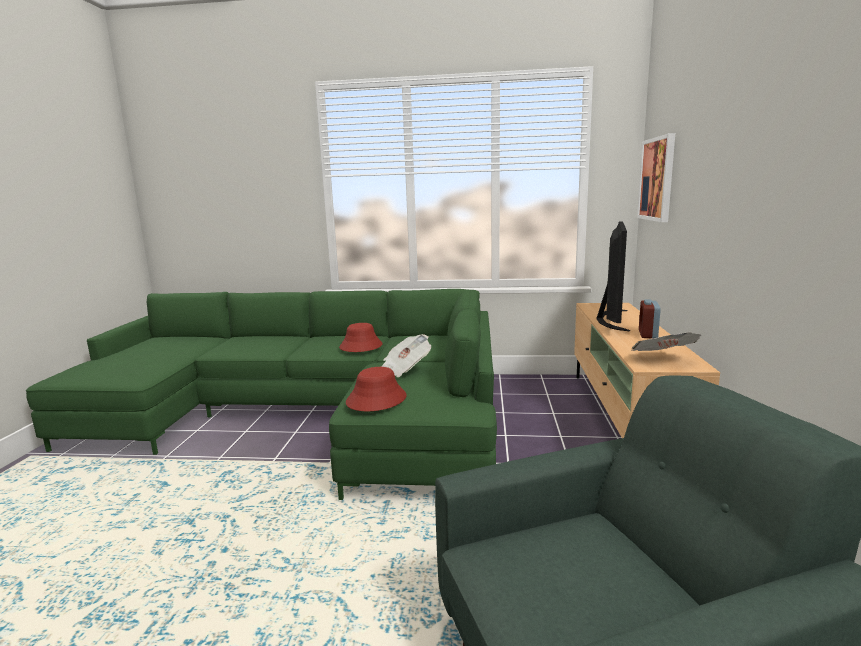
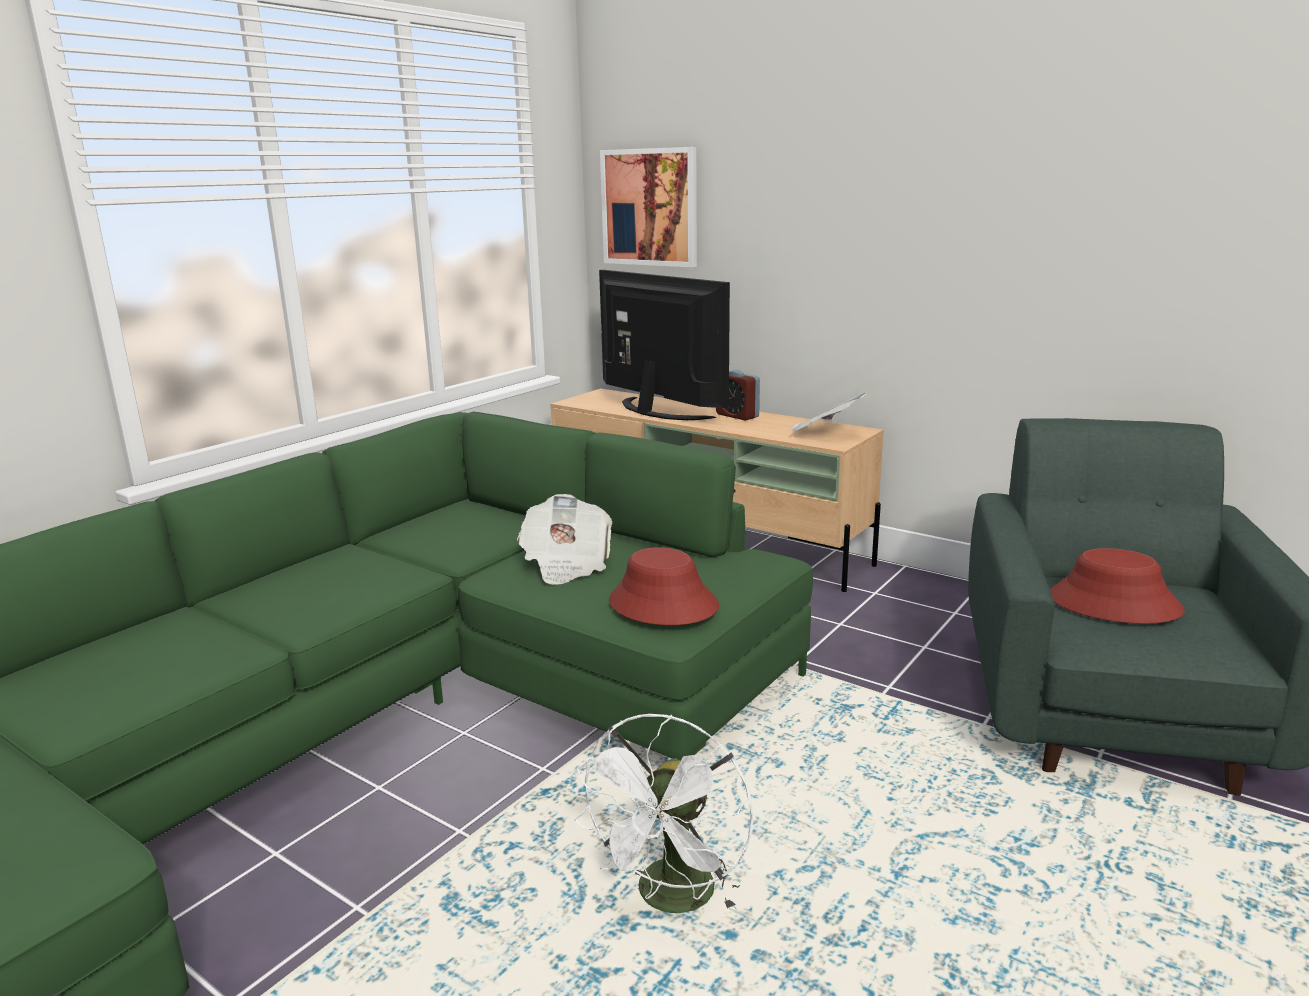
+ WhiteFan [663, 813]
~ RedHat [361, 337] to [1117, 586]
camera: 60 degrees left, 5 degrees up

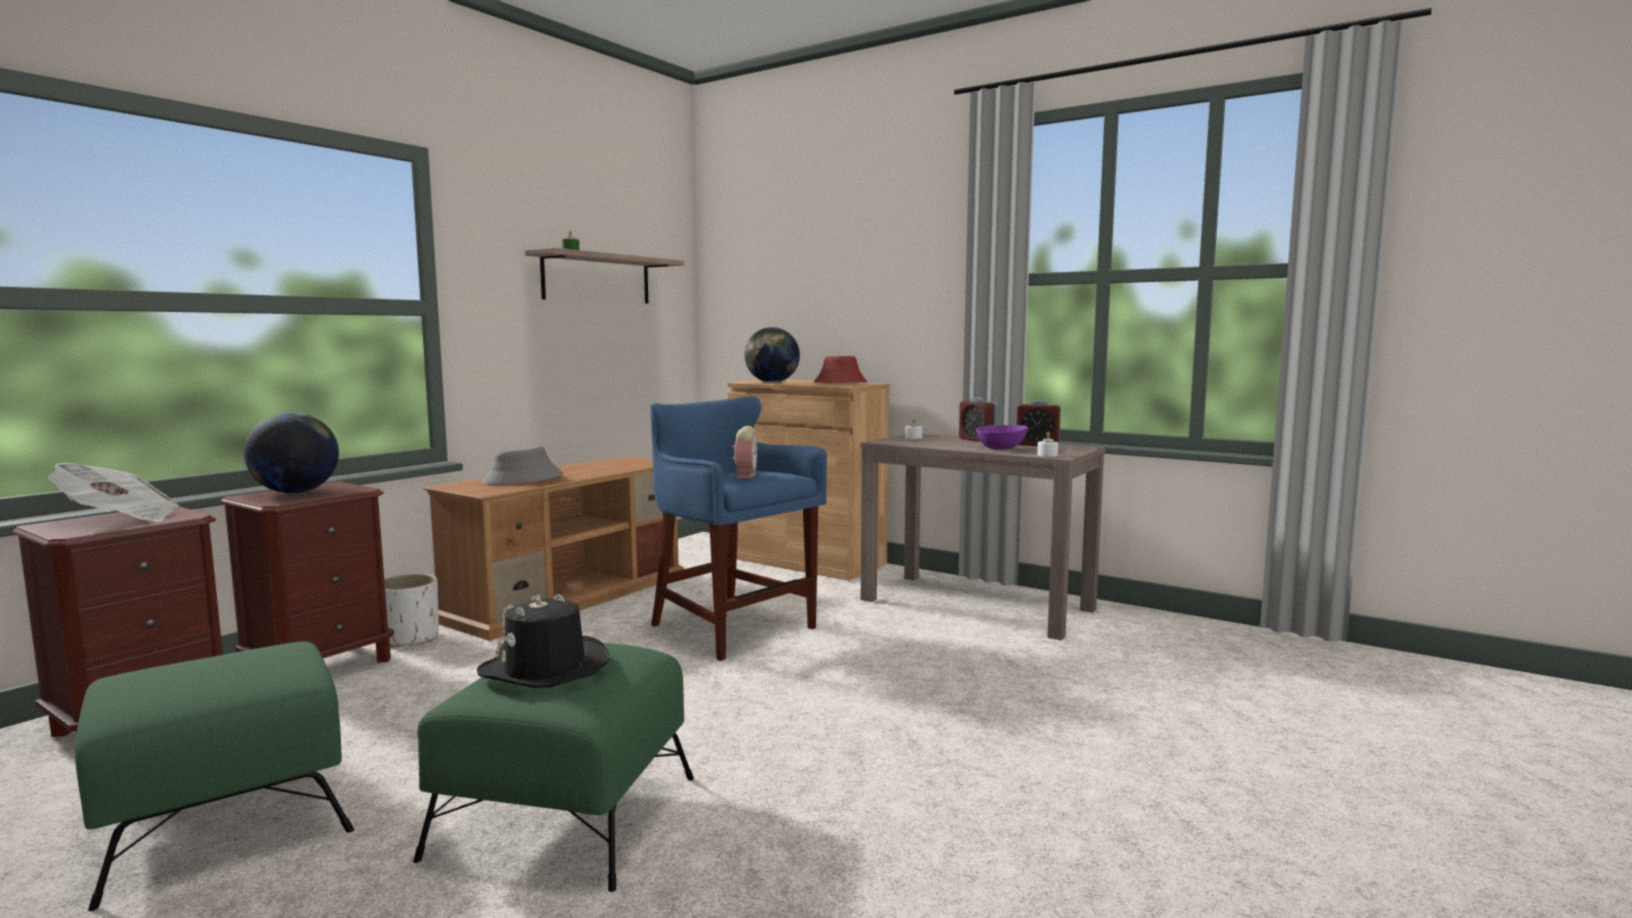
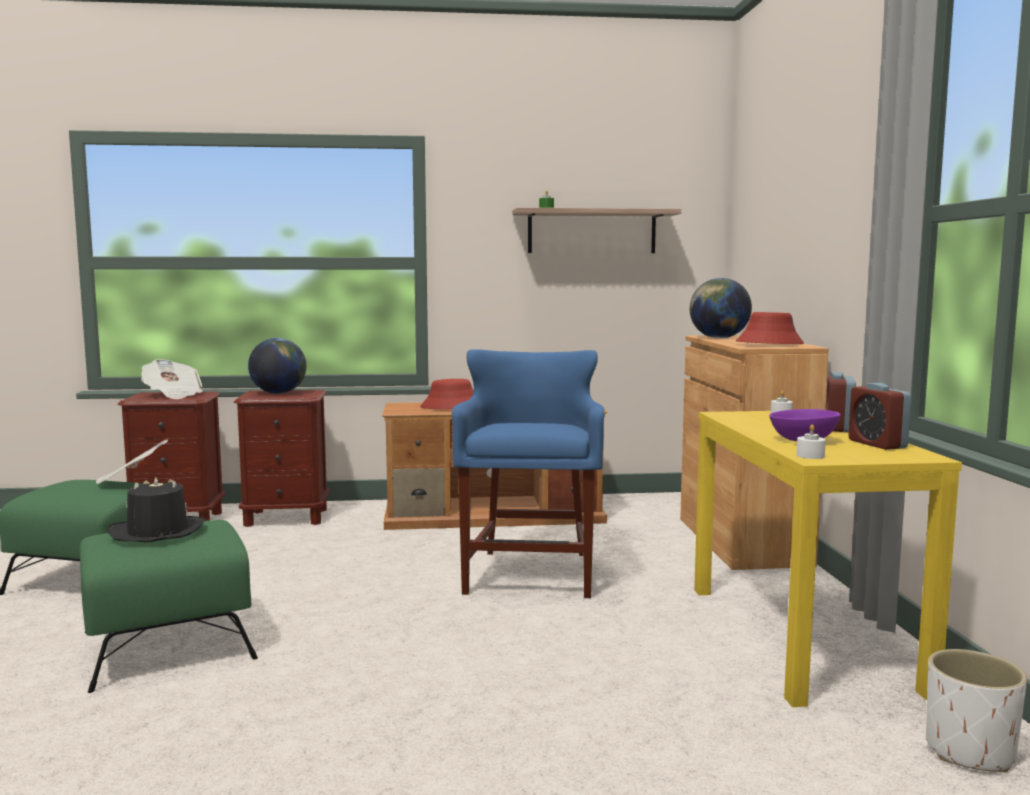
- AlarmClock [744, 452]
+ Newspaper [132, 461]
~ WhitePlanter [411, 611] to [976, 710]
~ GreyHat [522, 465] to RedHat [447, 394]
~ BrownConsoleTable [983, 537] to YellowConsoleTable [828, 559]
camera: 50 degrees right, 0 degrees up

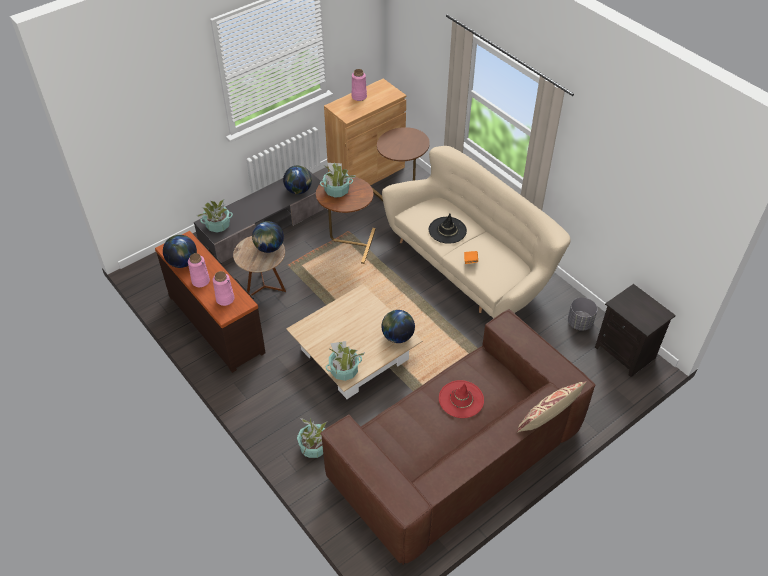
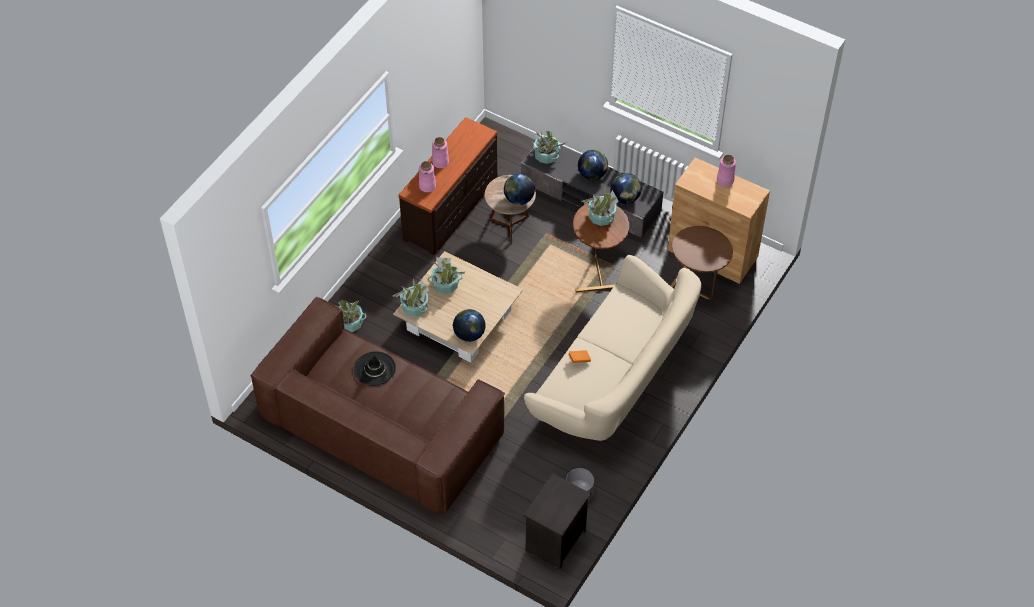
- RedHat [461, 399]
- BeigePillow [551, 407]
+ PottedPlant [447, 275]
~ Globe [180, 251] to [593, 165]
~ BlackHat [448, 228] to [375, 368]
camera: 70 degrees right, 5 degrees up

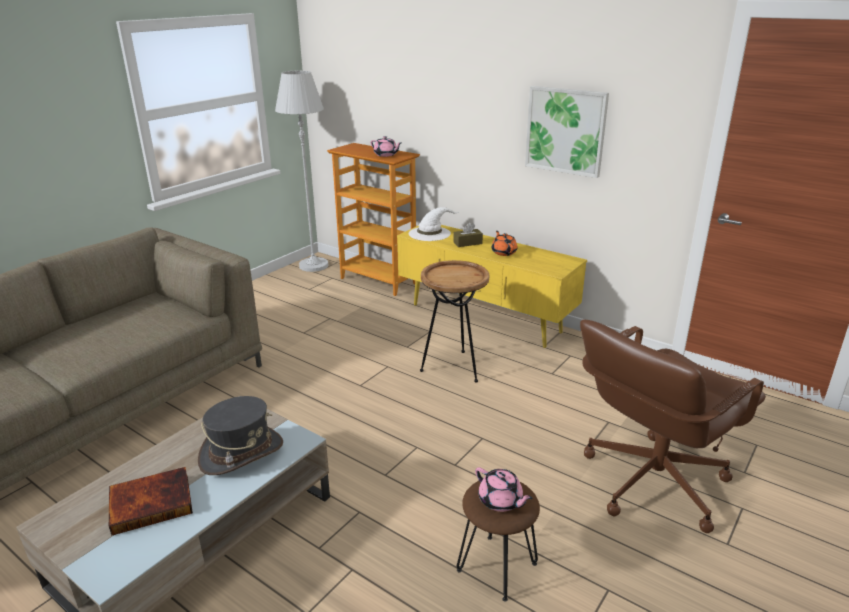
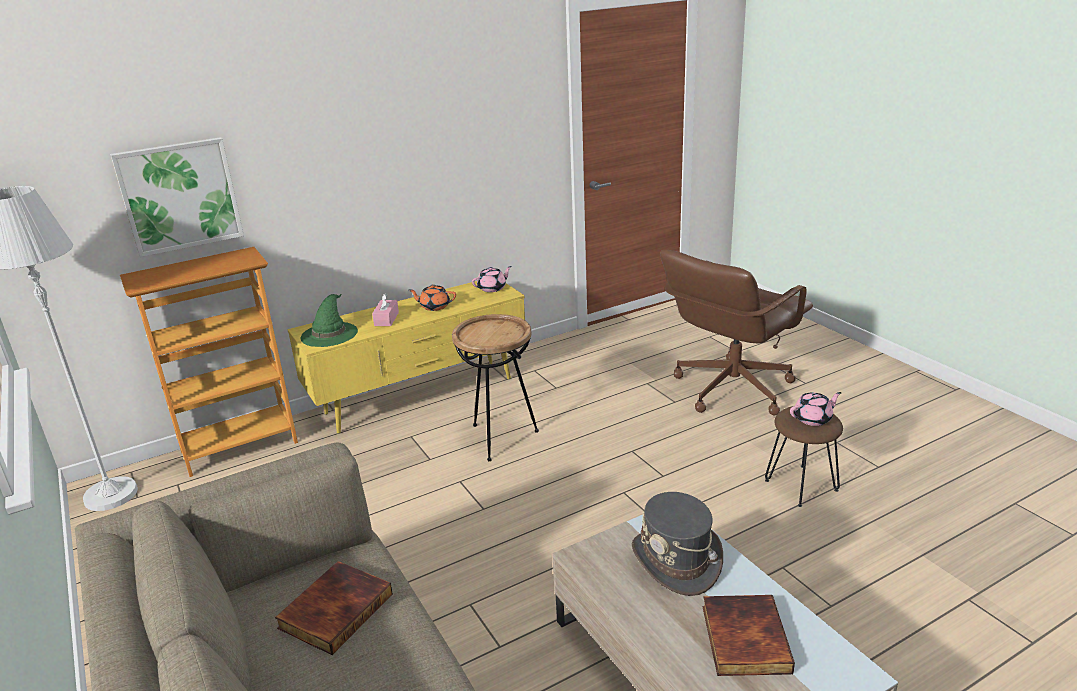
+ Book [334, 608]
~ PinkTeapot [386, 146] to [492, 279]
~ Picture [567, 132] to [177, 197]
~ WhiteHat [434, 224] to GreenHat [329, 320]
~ BrownTissueBox [468, 234] to PinkTissueBox [385, 310]
~ BrownOfficeChair [673, 426] = [736, 333] 60 degrees clockwise
camera: 65 degrees left, 0 degrees up

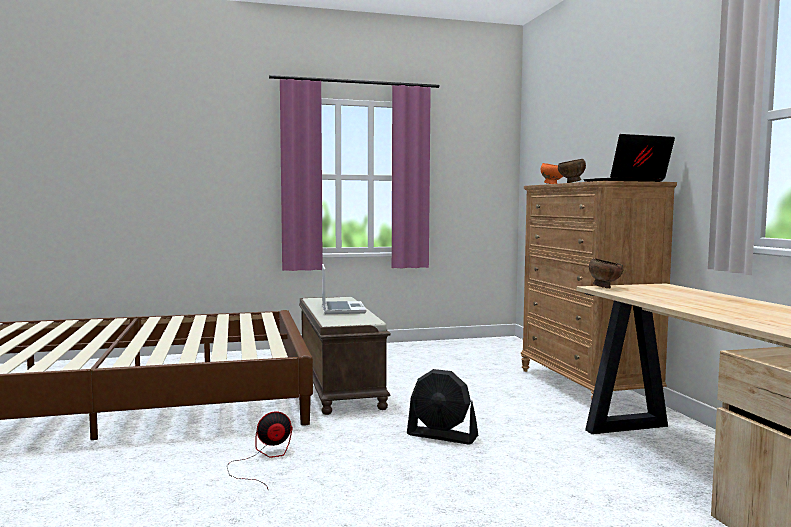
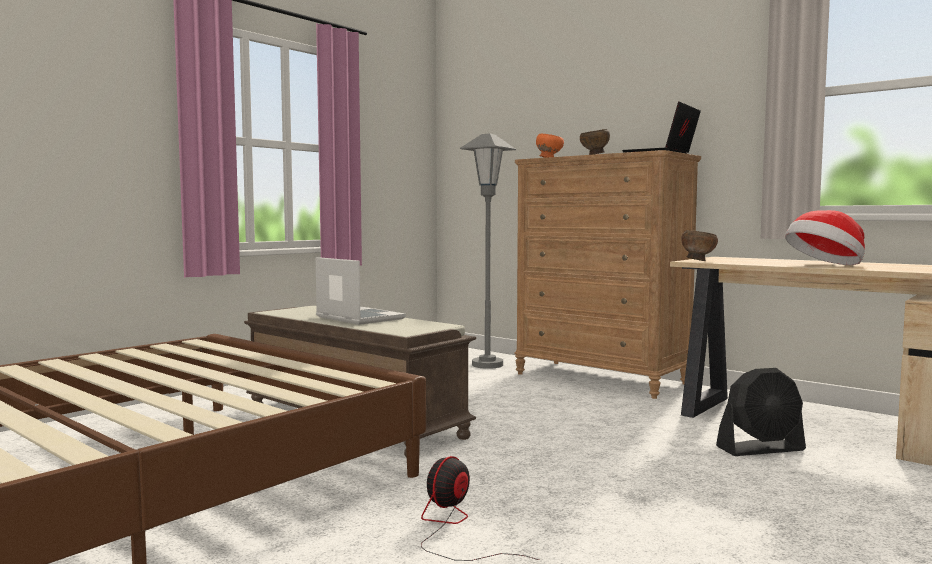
+ GreyFloorLamp [488, 251]
+ Hat [825, 237]
~ BlackFan [442, 407] to [761, 412]
camera: 35 degrees left, 0 degrees up

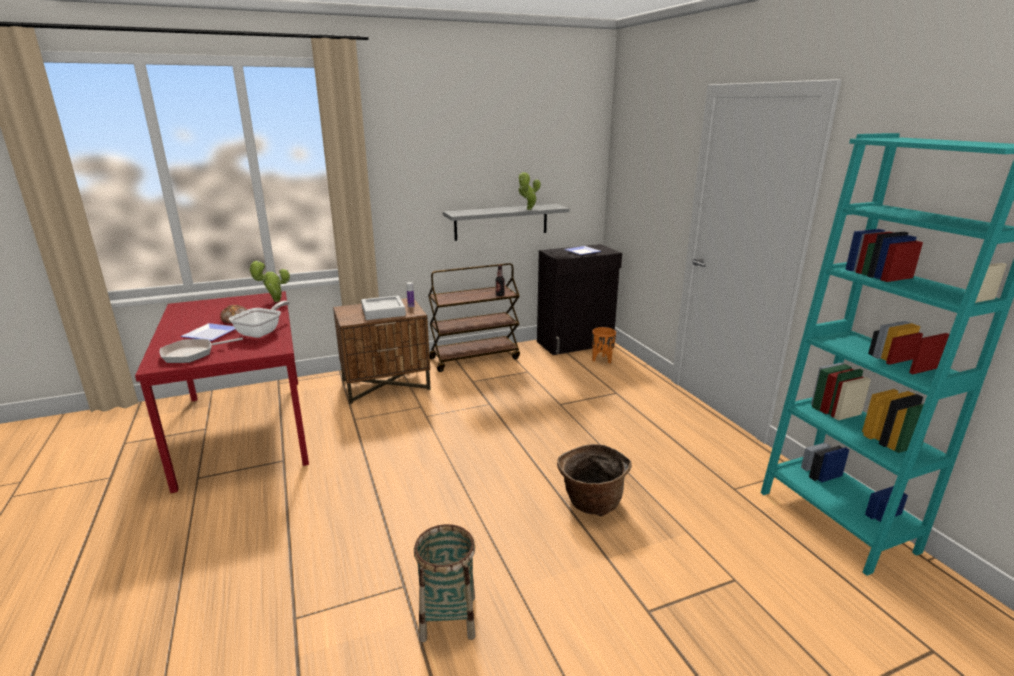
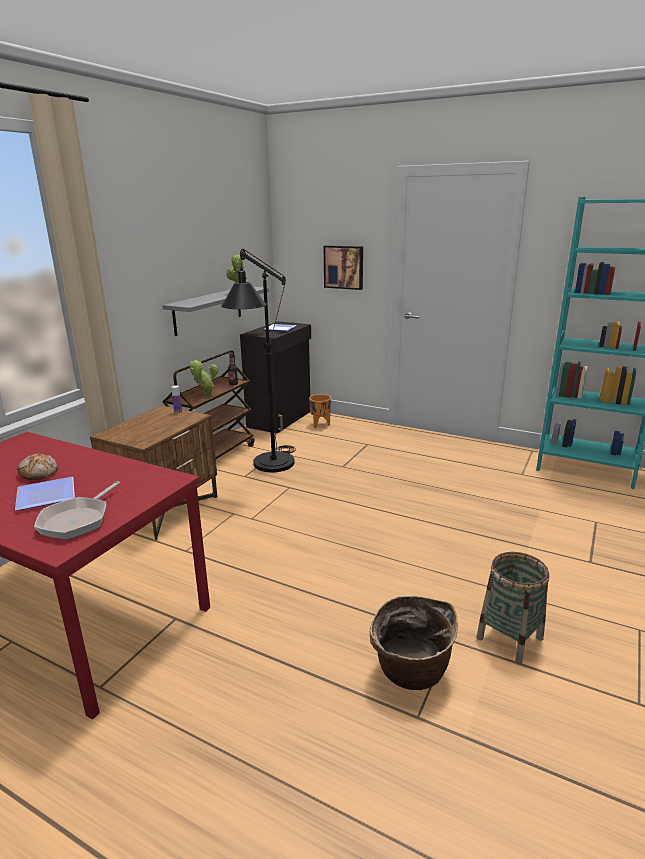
- FryingPan [259, 319]
- GreyTray [383, 308]
+ BlackFloorLamp [258, 360]
+ Picture [343, 267]
~ PottedPlant [269, 281] to [204, 378]
~ Basket [594, 480] to [414, 643]
camera: 40 degrees left, 0 degrees up

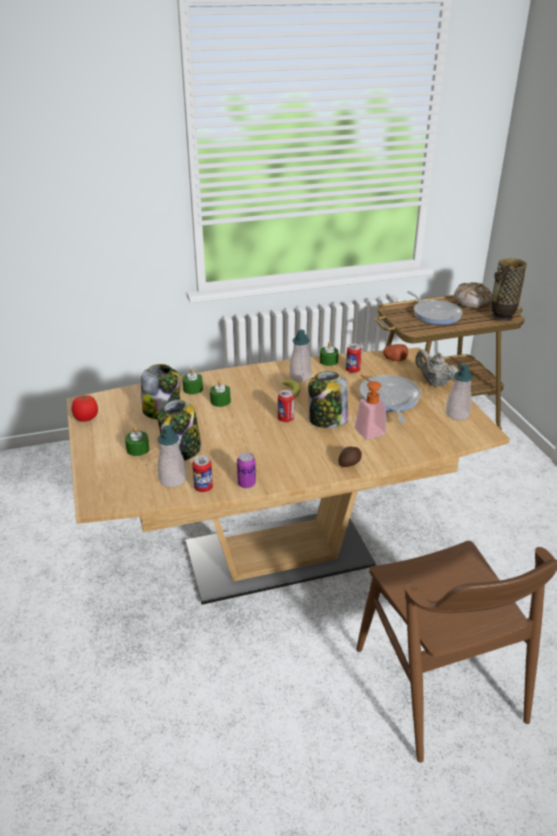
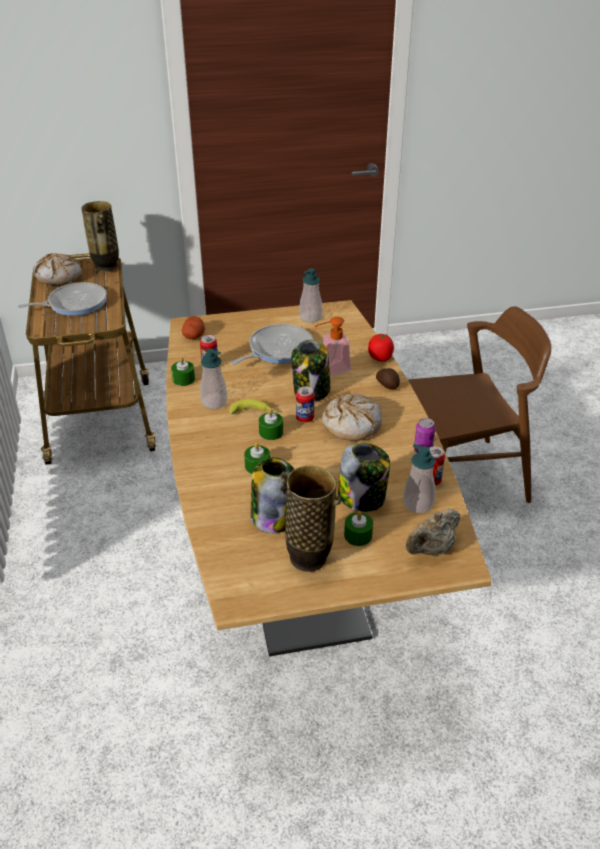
+ Vase [310, 519]
+ Bread [352, 417]
~ Tomato [85, 408] to [381, 347]
~ GreenCandle [192, 381] to [271, 424]
~ BeigeTeapot [437, 368] to [433, 532]
~ FryingPan [390, 399] = [271, 344] 135 degrees clockwise
camera: 85 degrees left, 5 degrees up

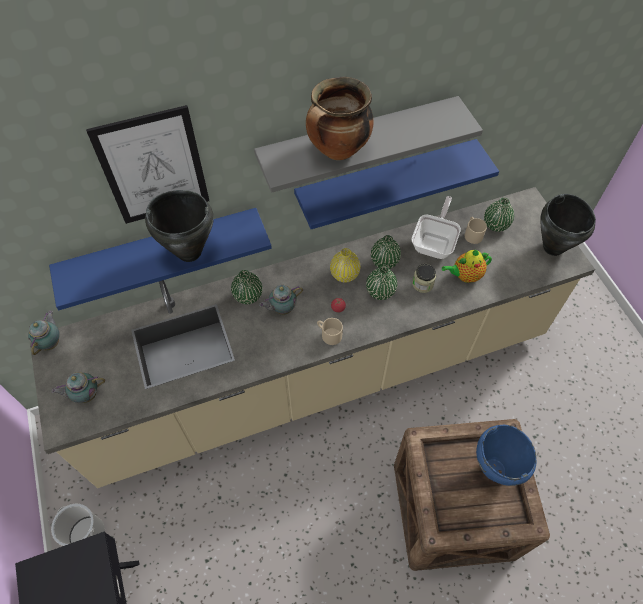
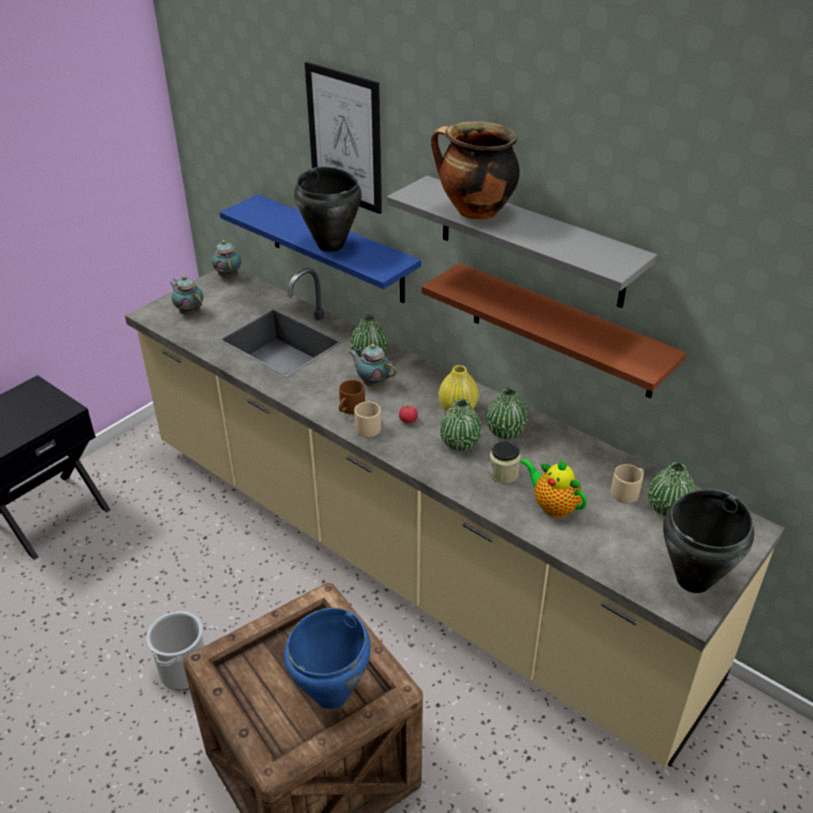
- FryingPan [436, 227]
+ BrownMug [352, 397]
~ Bucket [78, 525] to [176, 650]
~ BlueShelf [396, 184] to BrownShelf [554, 330]
~ Teapot [44, 333] = [226, 259] 90 degrees counterclockwise
camera: 60 degrees right, 20 degrees down

